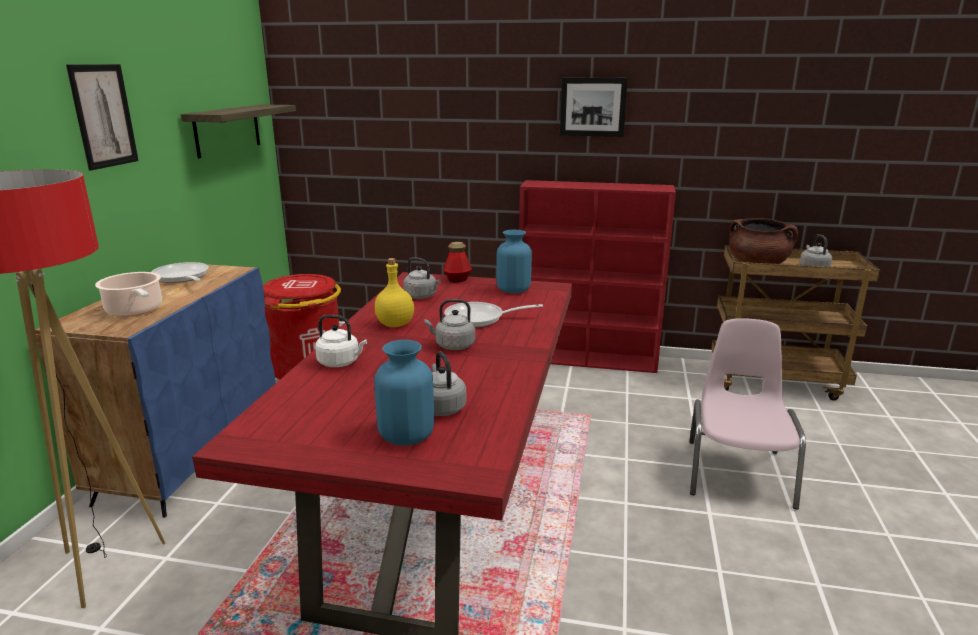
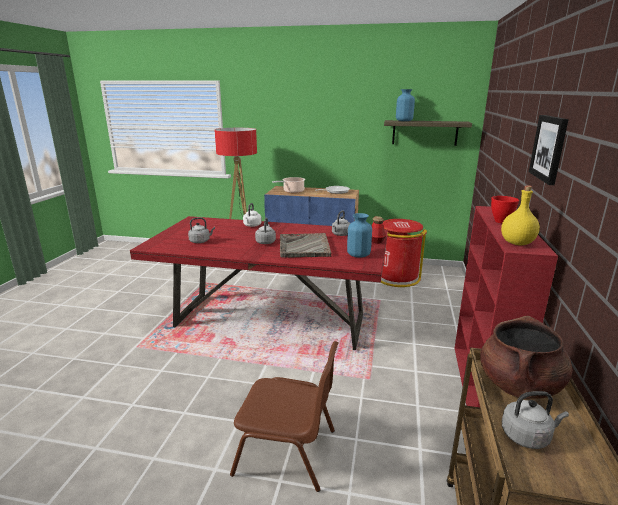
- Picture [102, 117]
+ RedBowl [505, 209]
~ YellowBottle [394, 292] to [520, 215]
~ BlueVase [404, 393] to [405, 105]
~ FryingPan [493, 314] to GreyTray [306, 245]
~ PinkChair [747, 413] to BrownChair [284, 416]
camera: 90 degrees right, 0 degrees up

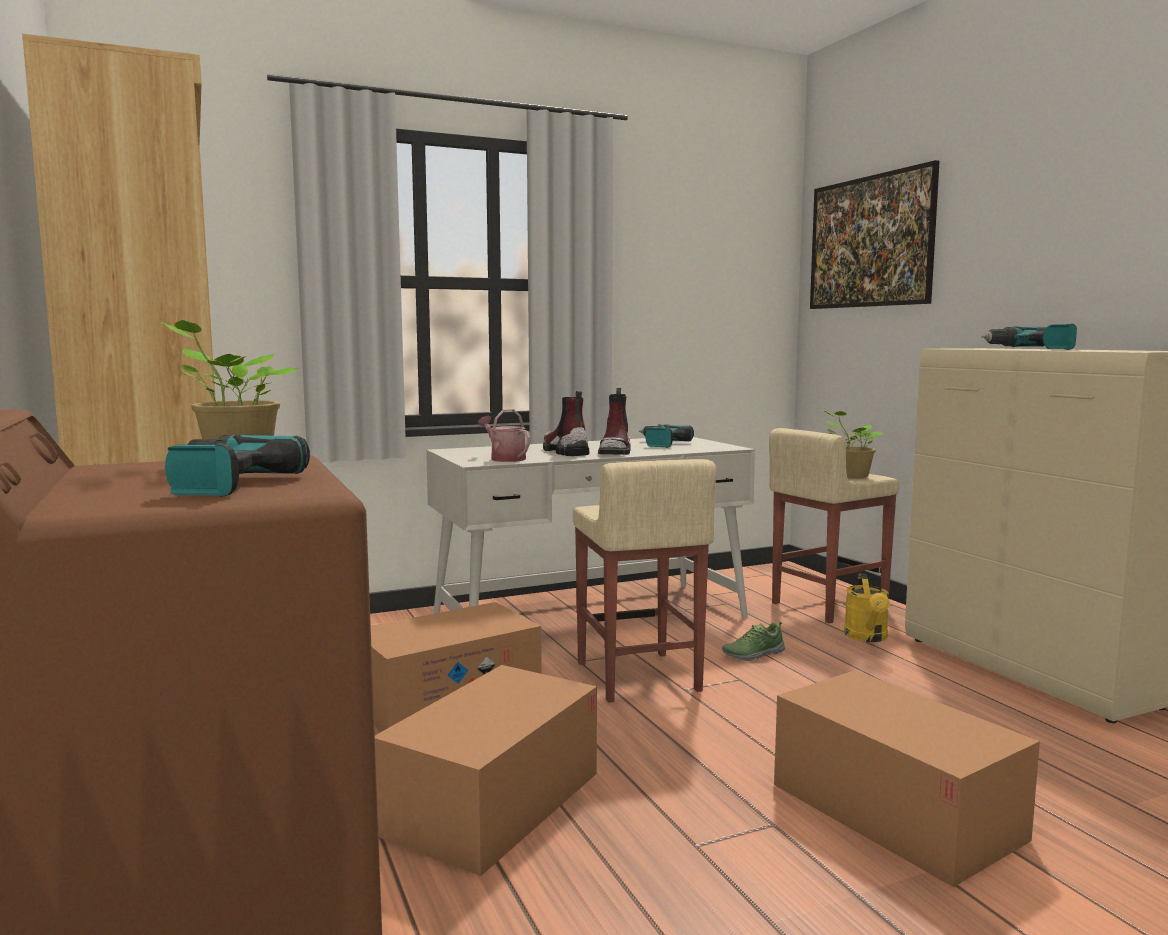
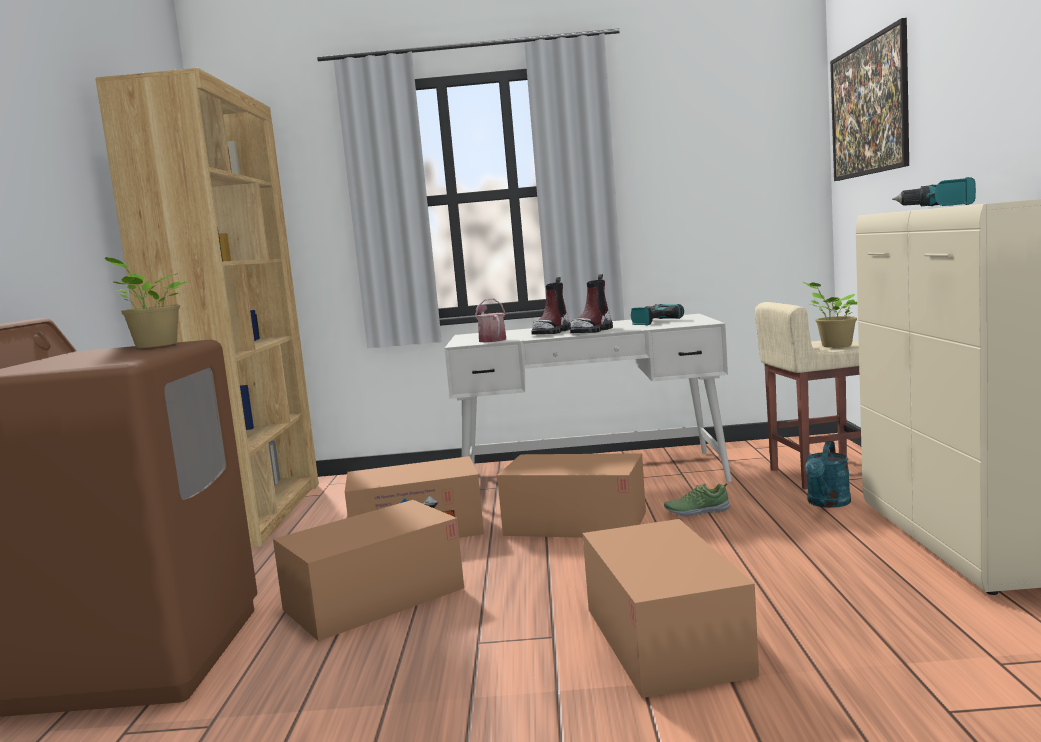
- PowerDrill [237, 465]
~ BeigeStool [644, 581] to CardboardBox [571, 495]
~ YellowWateringCan [867, 607] to TurquoiseWateringCan [828, 474]
~ Boot [566, 423] = [551, 306] 150 degrees counterclockwise
camera: 25 degrees right, 0 degrees up

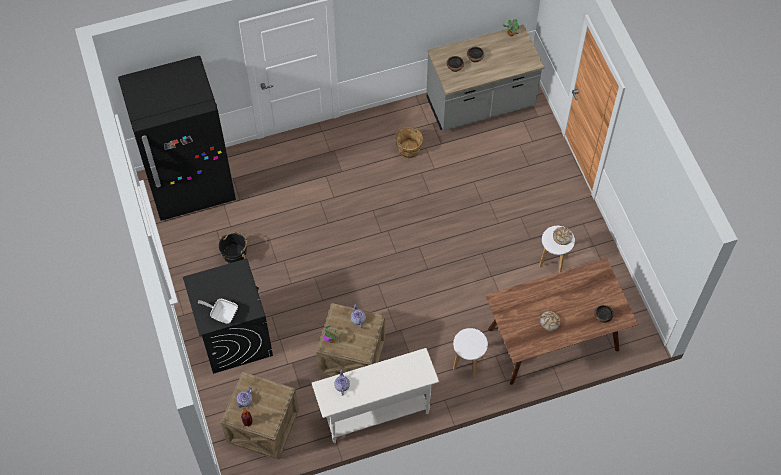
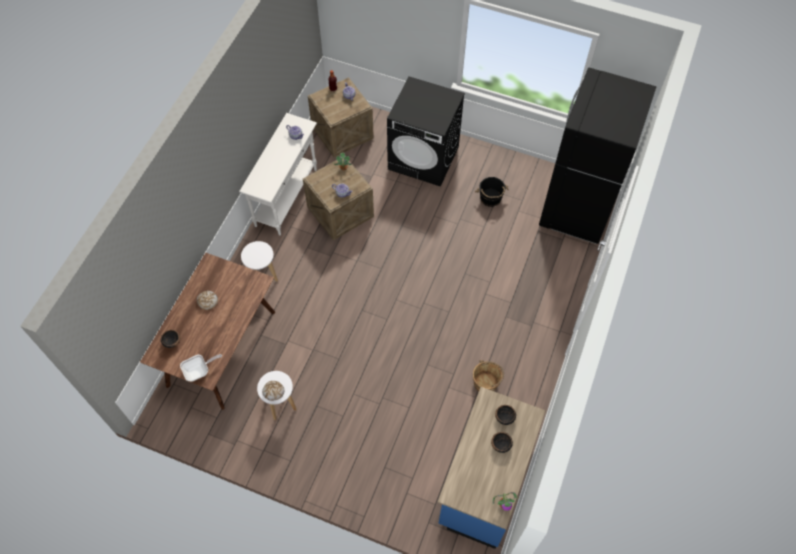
~ FryingPan [218, 311] to [201, 367]
~ GreyCounter [486, 77] to BlueCounter [492, 468]
camera: 130 degrees right, 0 degrees up

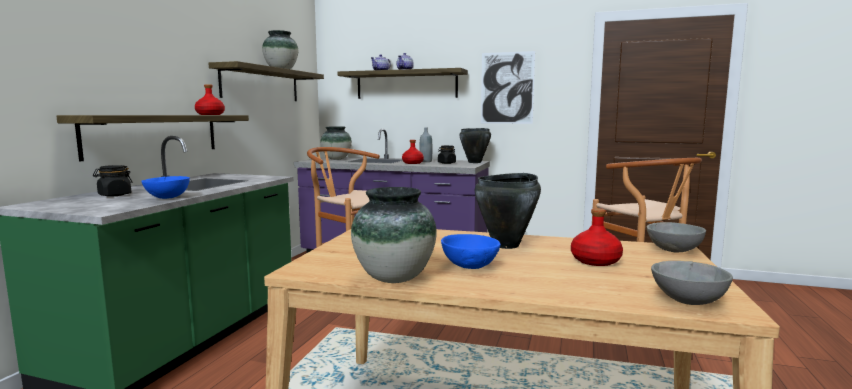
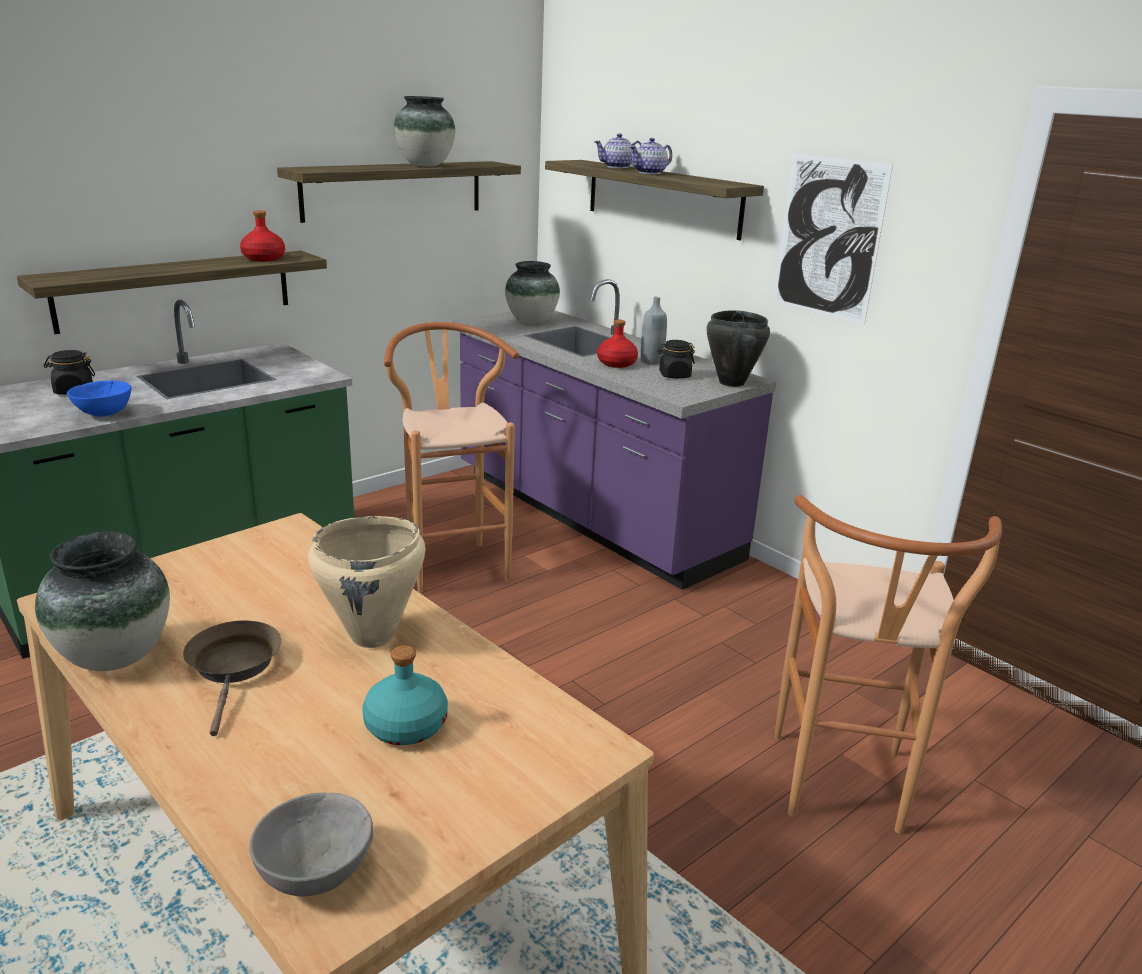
- GreyBowl [676, 237]
~ BlueBowl [471, 251] to BrownFryingPan [232, 678]
~ BlackCookingPot [508, 211] to BeigeCookingPot [366, 582]
~ RedBottle [597, 237] to TurquoiseBottle [405, 695]
camera: 30 degrees right, 15 degrees up

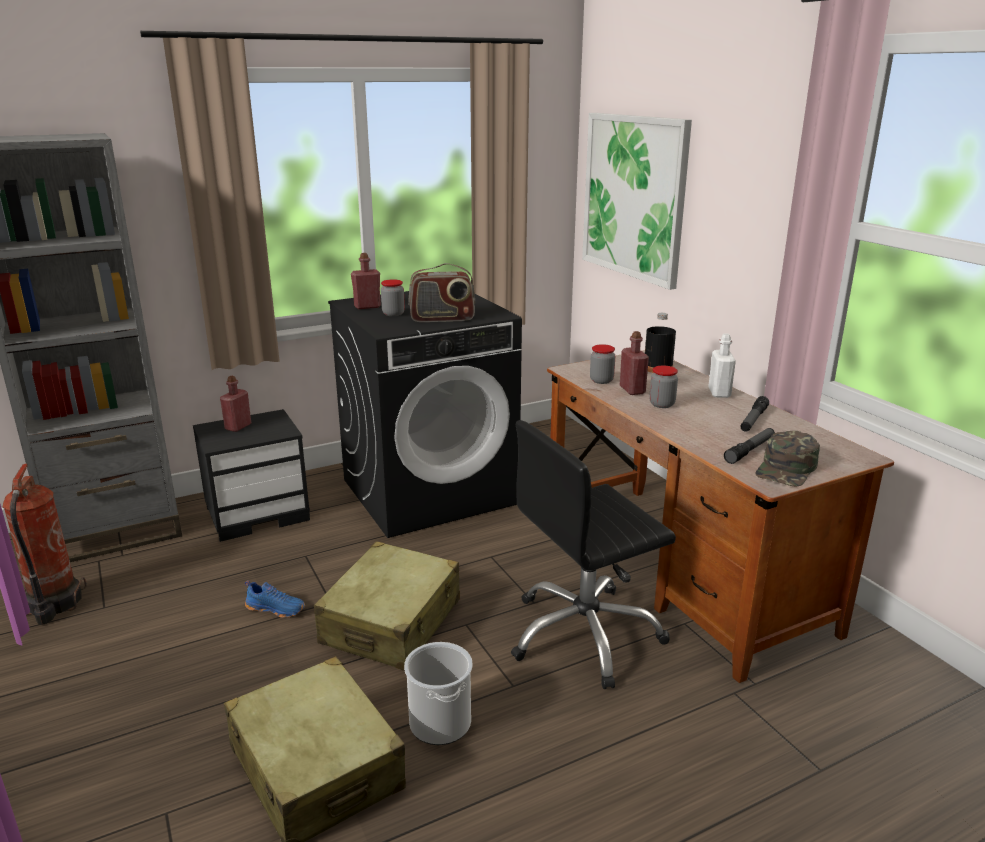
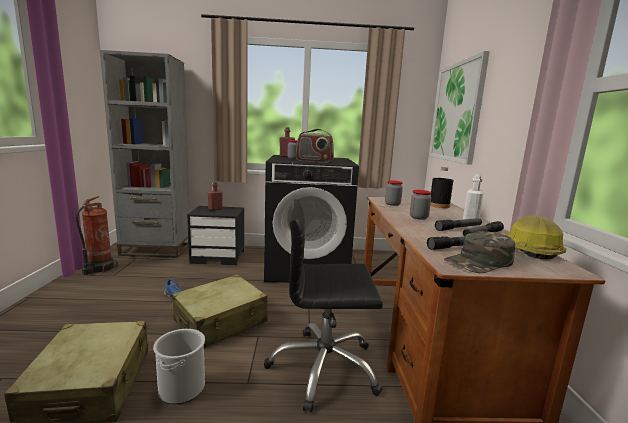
- RedBottle [634, 363]
+ Flashlight [458, 224]
+ HardHat [535, 237]
camera: 25 degrees right, 10 degrees down

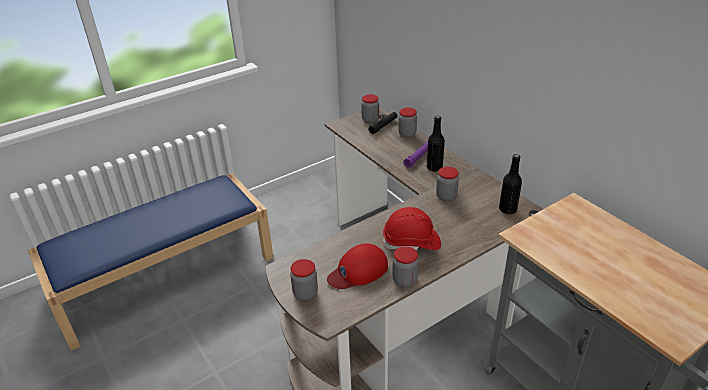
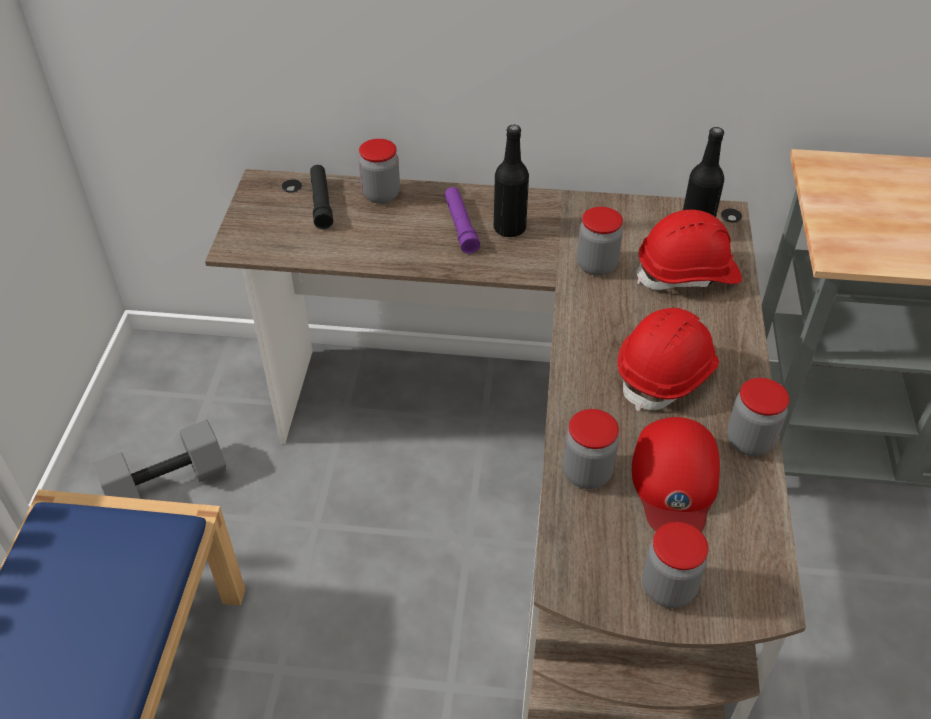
+ GreyDumbbell [159, 459]
+ RedHardHat [689, 250]
~ Jar [370, 108] to [591, 449]
camera: 50 degrees left, 10 degrees up

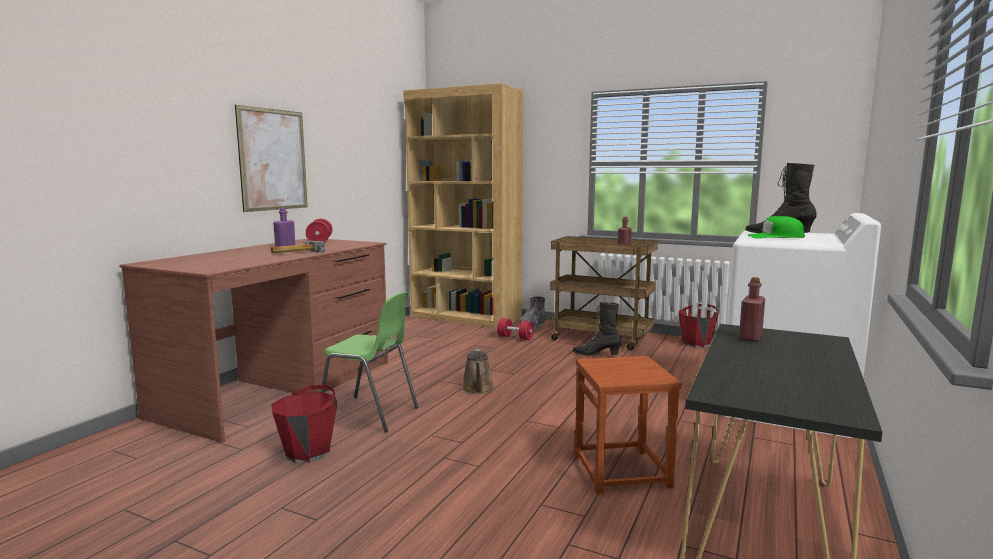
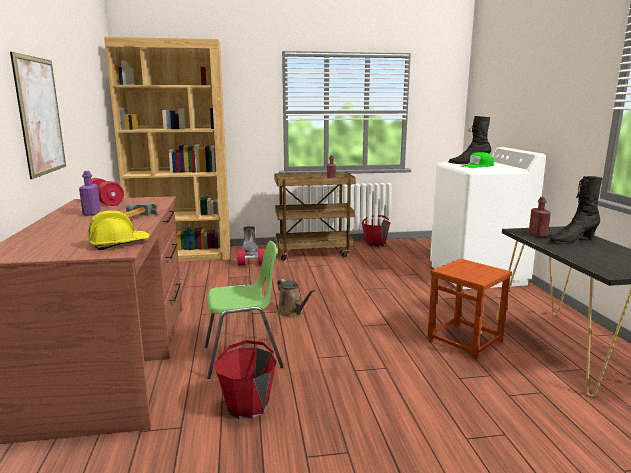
+ YellowHardHat [119, 230]
~ BlackBoot [597, 329] to [576, 210]
camera: 35 degrees left, 5 degrees up

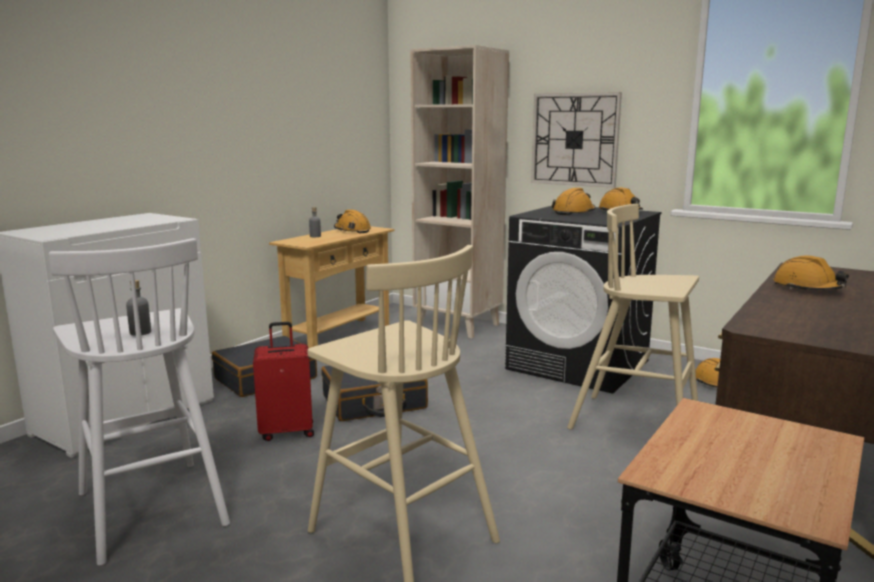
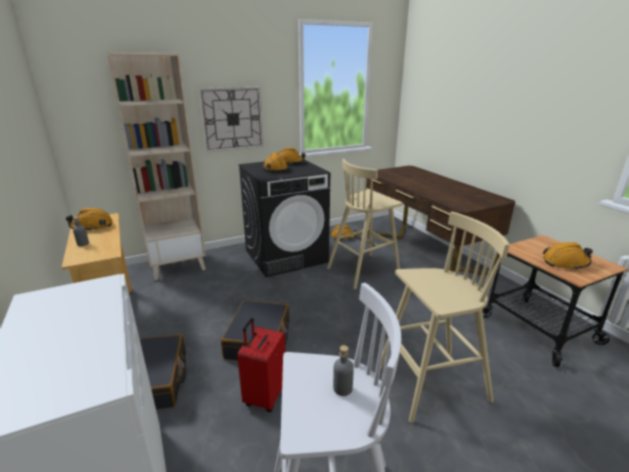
~ OrangeHardHat [811, 273] to [568, 256]
camera: 60 degrees left, 10 degrees up

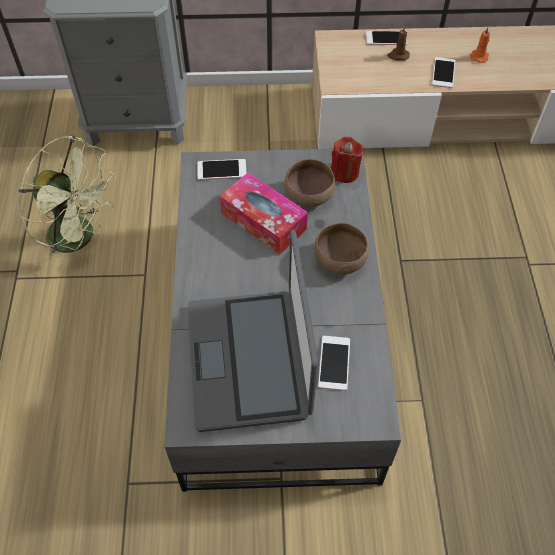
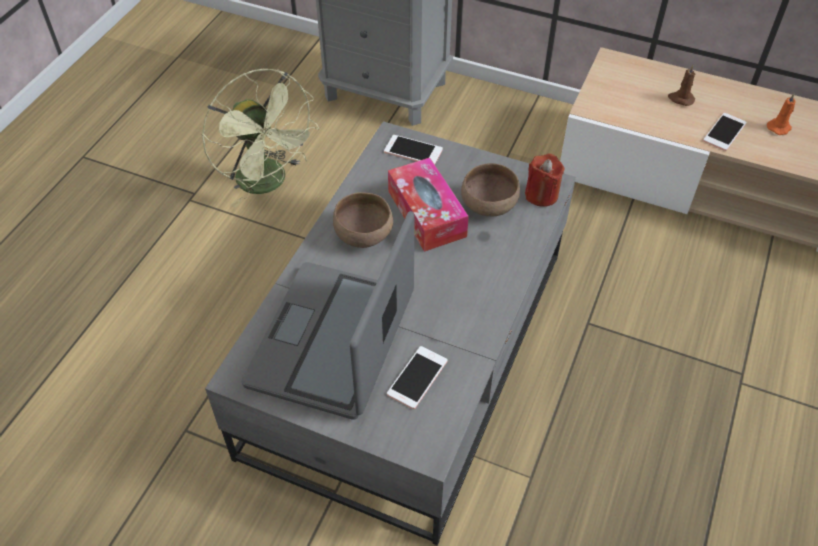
- Phone [386, 38]
~ BrownBowl [341, 249] to [363, 220]
camera: 25 degrees right, 5 degrees down

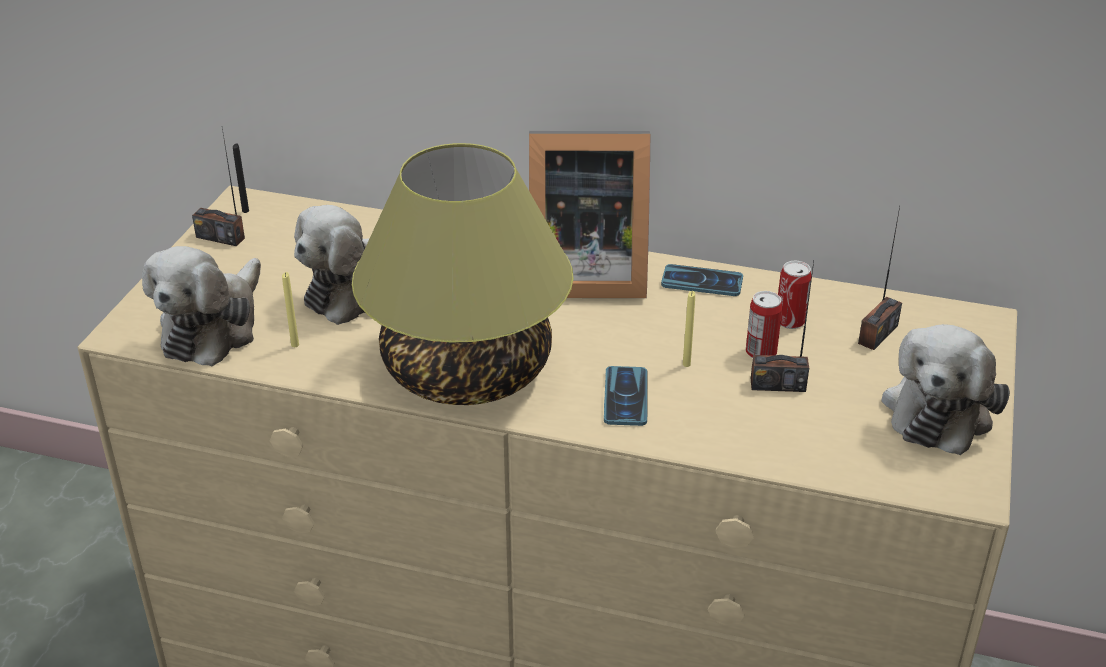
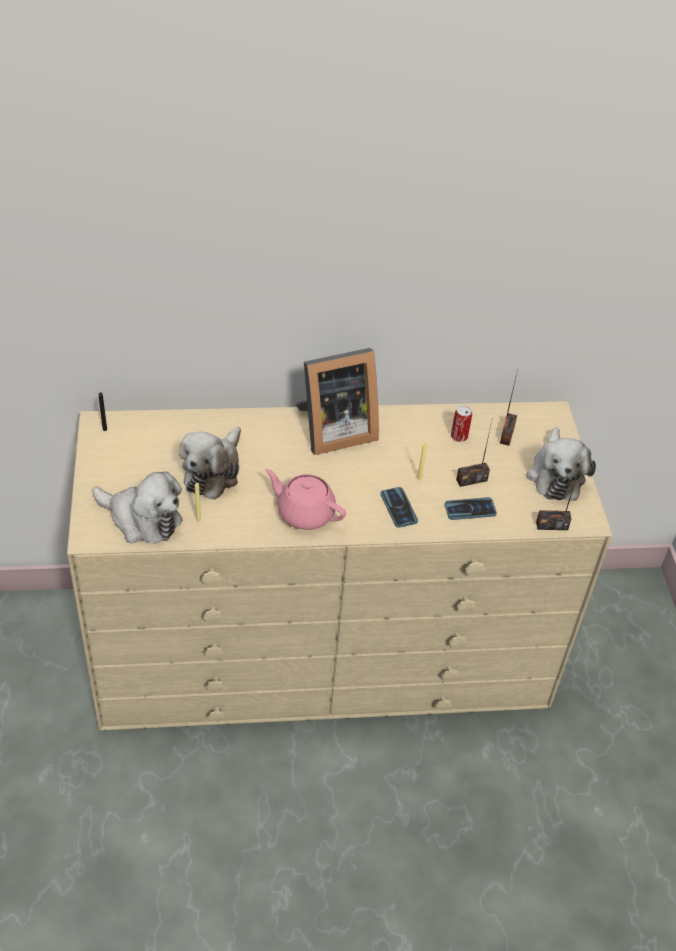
- Can [764, 324]
~ Radio [218, 187] to [557, 500]
~ Phone [702, 280] to [471, 508]
~ TableLamp [463, 274] to PinkTeapot [305, 499]
~ PlushToy [201, 306] = [137, 507] 60 degrees counterclockwise
camera: 25 degrees left, 10 degrees up

